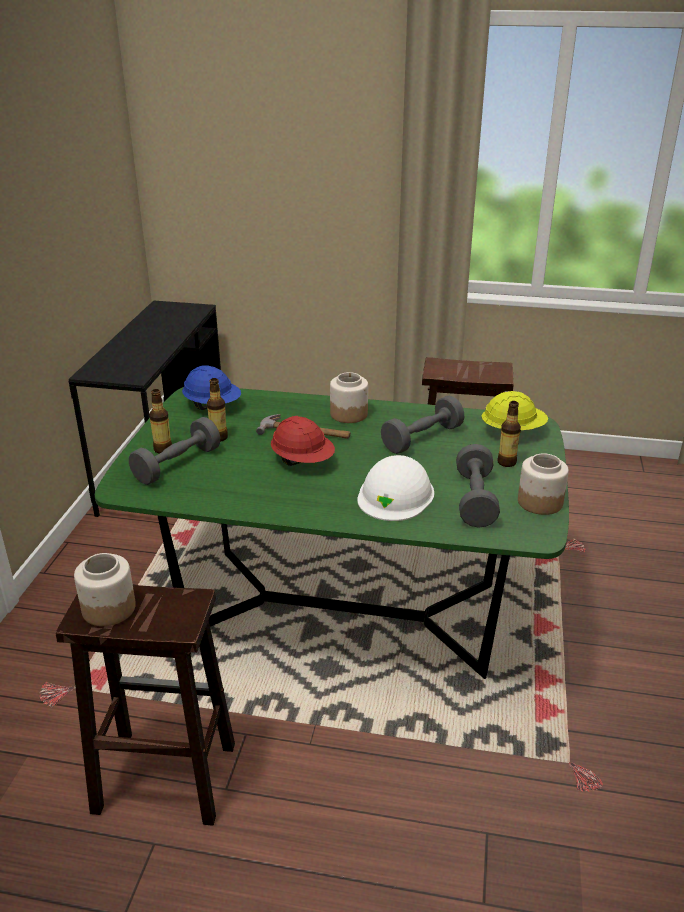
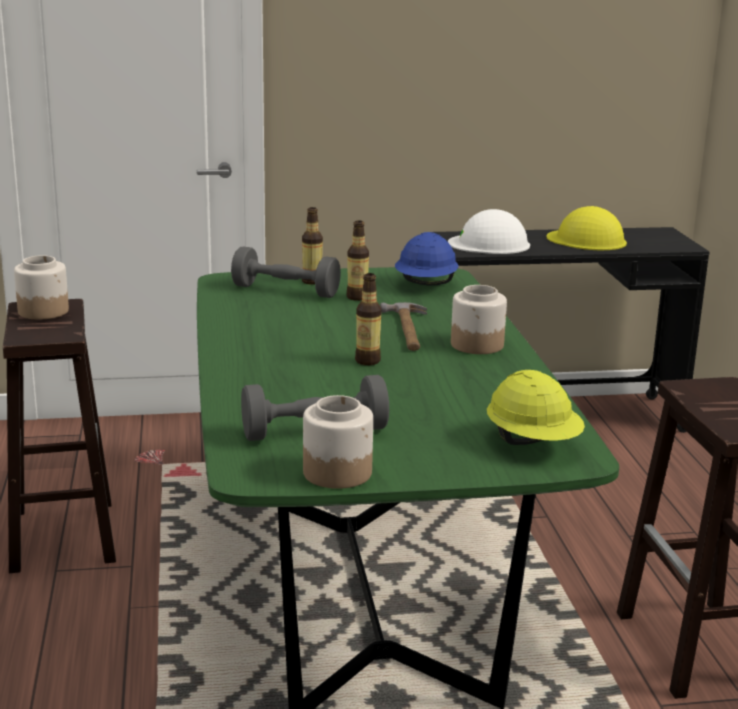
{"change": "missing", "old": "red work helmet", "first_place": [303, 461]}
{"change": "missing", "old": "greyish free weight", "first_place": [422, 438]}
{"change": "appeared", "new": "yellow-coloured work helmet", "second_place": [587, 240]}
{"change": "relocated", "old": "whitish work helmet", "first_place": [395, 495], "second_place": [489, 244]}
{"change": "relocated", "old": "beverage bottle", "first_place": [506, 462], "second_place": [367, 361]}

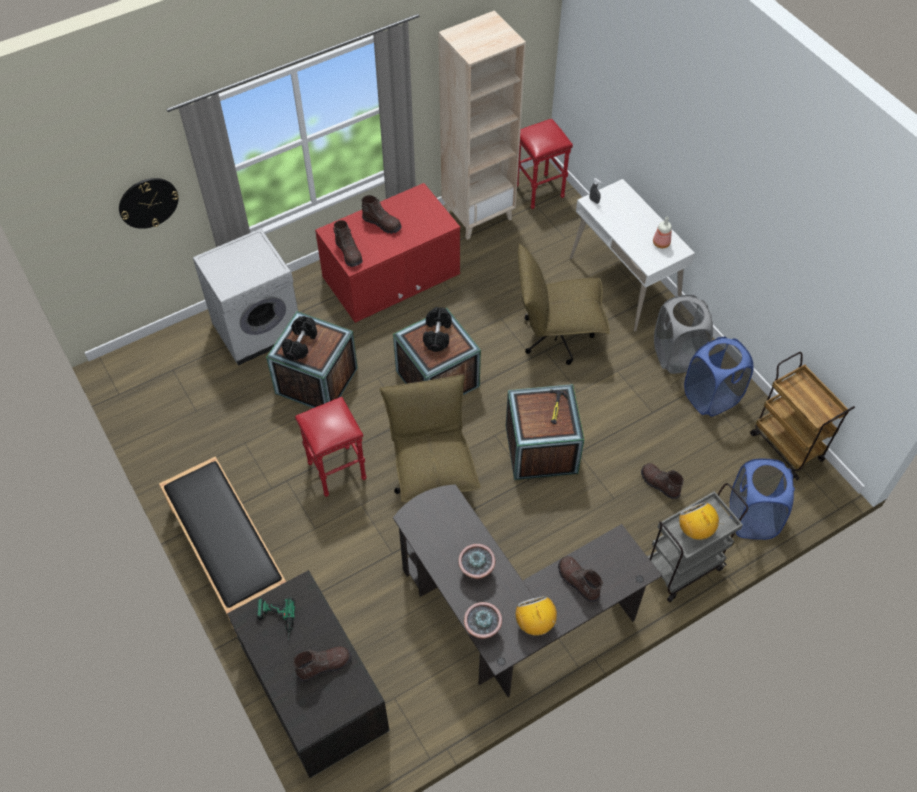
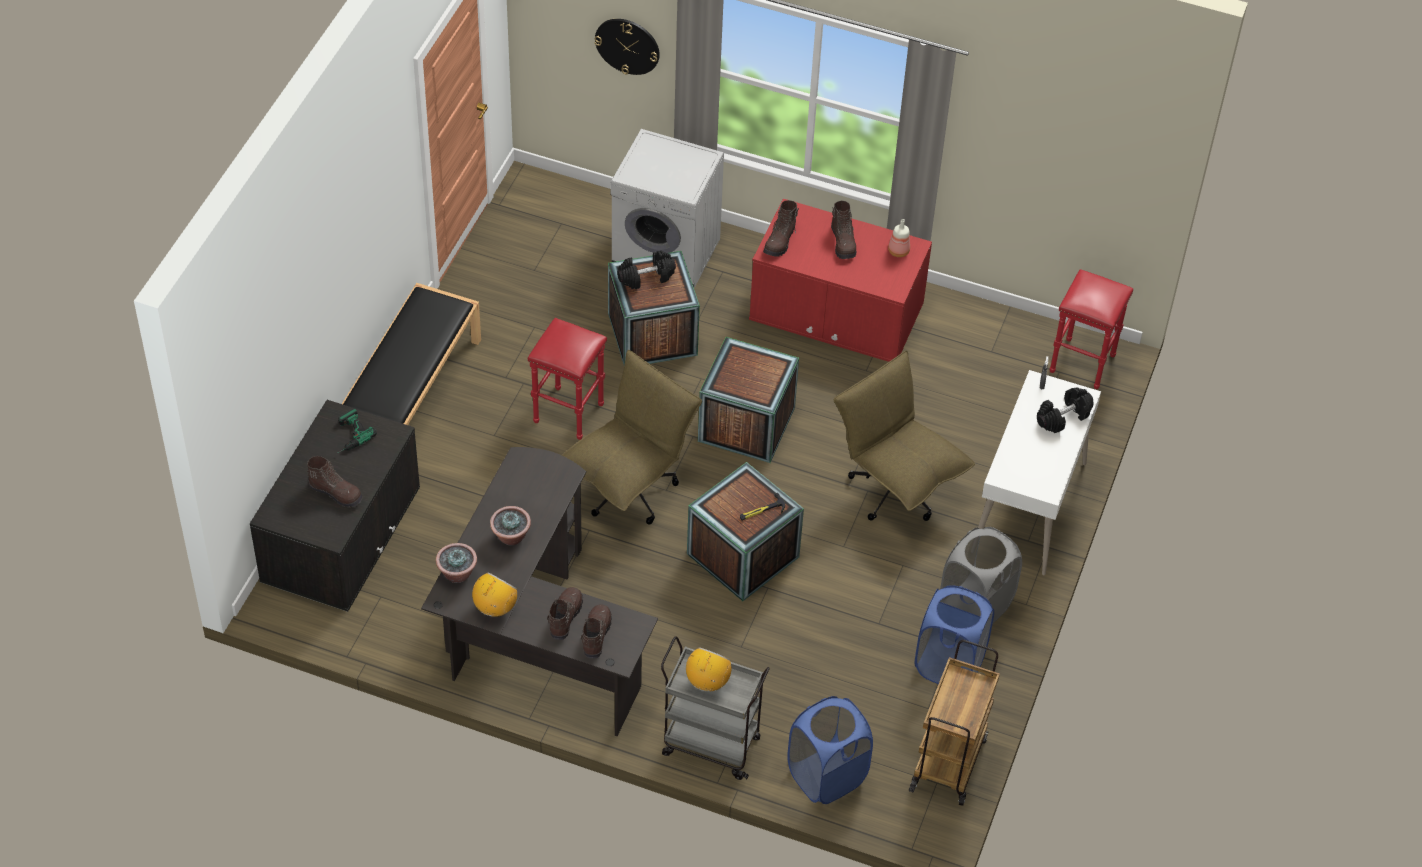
{"change": "missing", "old": "beige bookshelf", "first_place": [478, 215]}
{"change": "relocated", "old": "blackish free weight", "first_place": [437, 335], "second_place": [1063, 417]}
{"change": "relocated", "old": "brown high-top boot", "first_place": [659, 484], "second_place": [595, 635]}
{"change": "relocated", "old": "beverage bottle", "first_place": [661, 244], "second_place": [898, 251]}

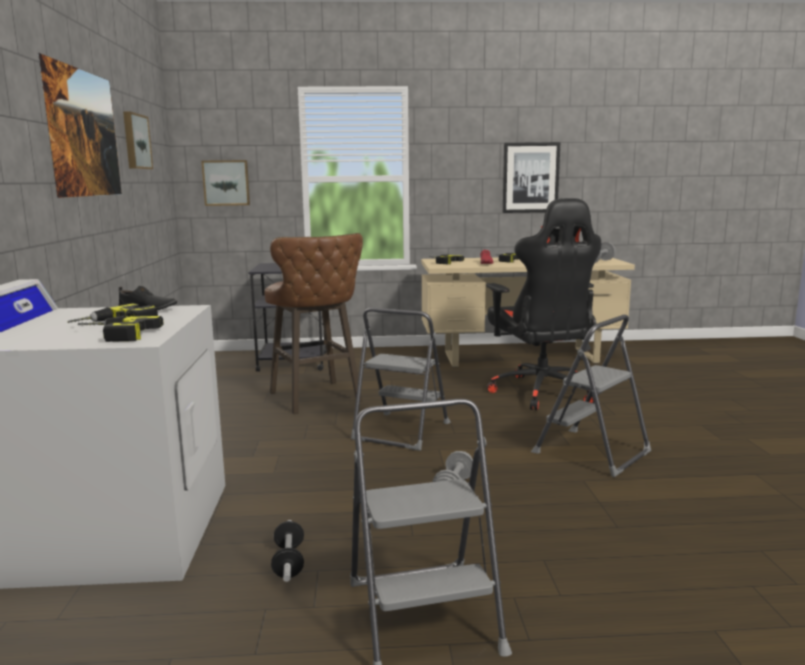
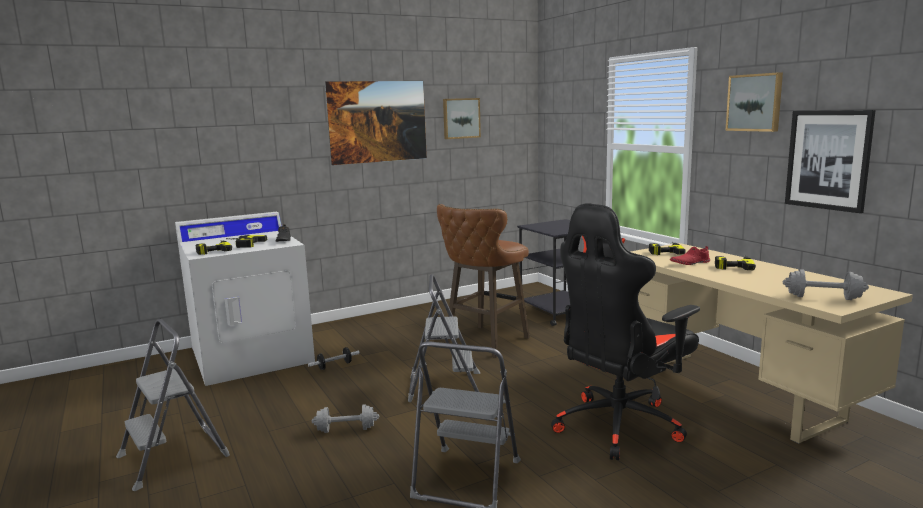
{"change": "relocated", "old": "wall picture", "first_place": [226, 183], "second_place": [755, 102]}
{"change": "relocated", "old": "free weight", "first_place": [289, 562], "second_place": [335, 366]}

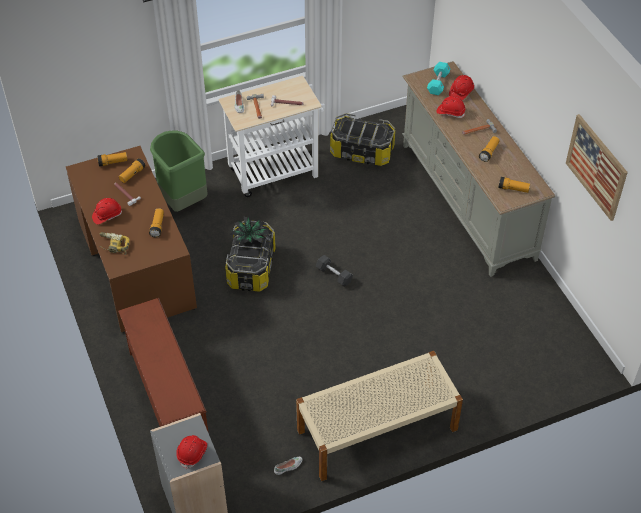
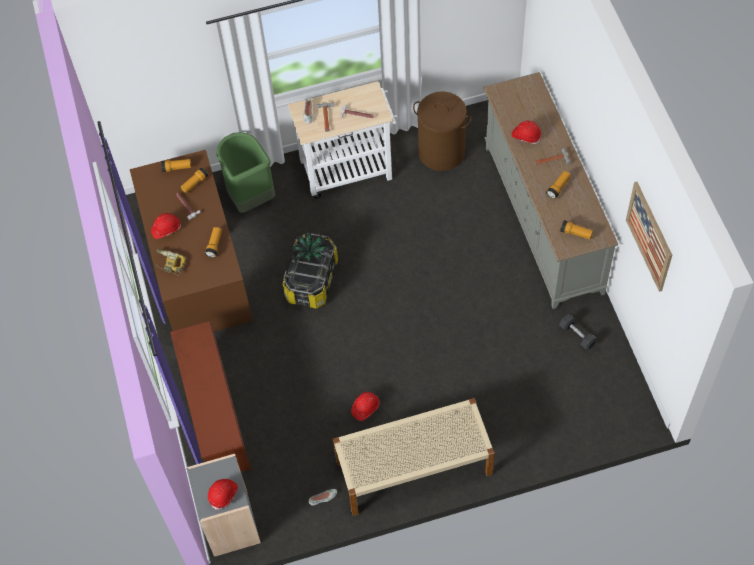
{"change": "missing", "old": "turquoise free weight", "first_place": [438, 83]}
{"change": "relocated", "old": "blackish free weight", "first_place": [334, 275], "second_place": [577, 335]}
{"change": "relocated", "old": "red work helmet", "first_place": [461, 92], "second_place": [365, 408]}
{"change": "exchanged", "old": "storage bin", "new": "brown hamper", "first_place": [362, 151], "second_place": [441, 152]}

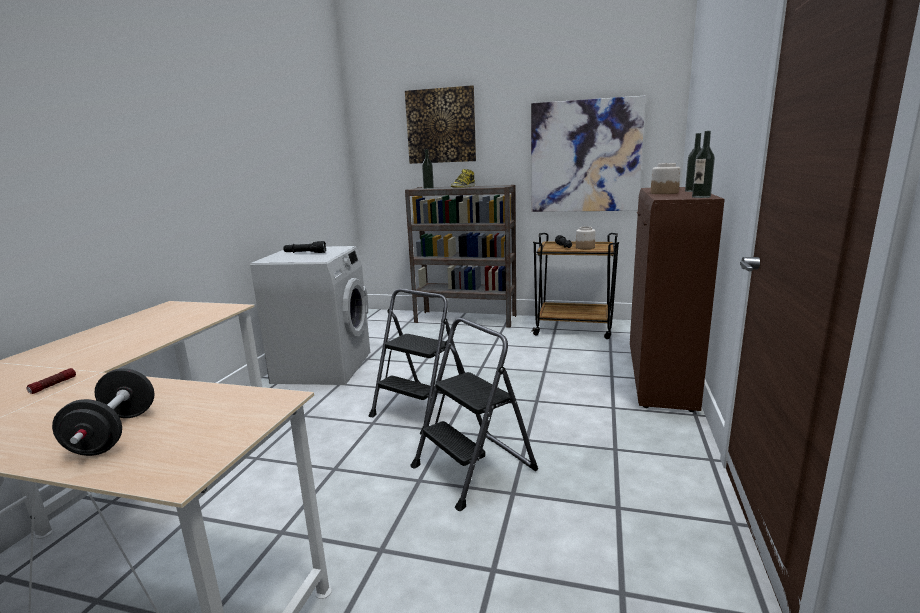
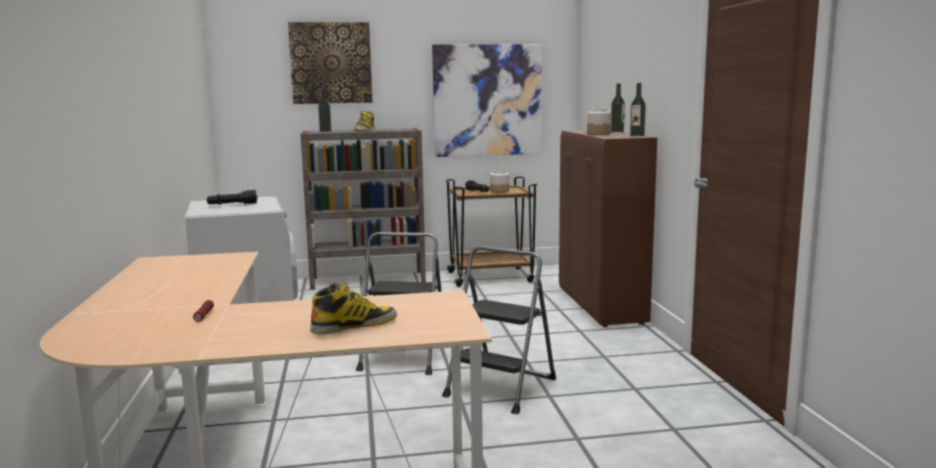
{"change": "exchanged", "old": "blackish free weight", "new": "high-top boot", "first_place": [114, 434], "second_place": [354, 325]}

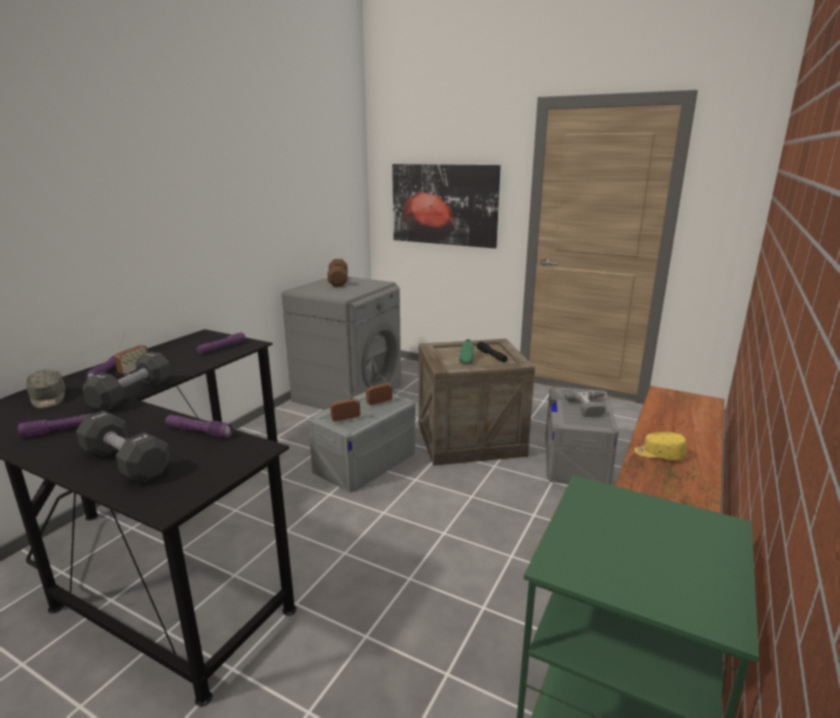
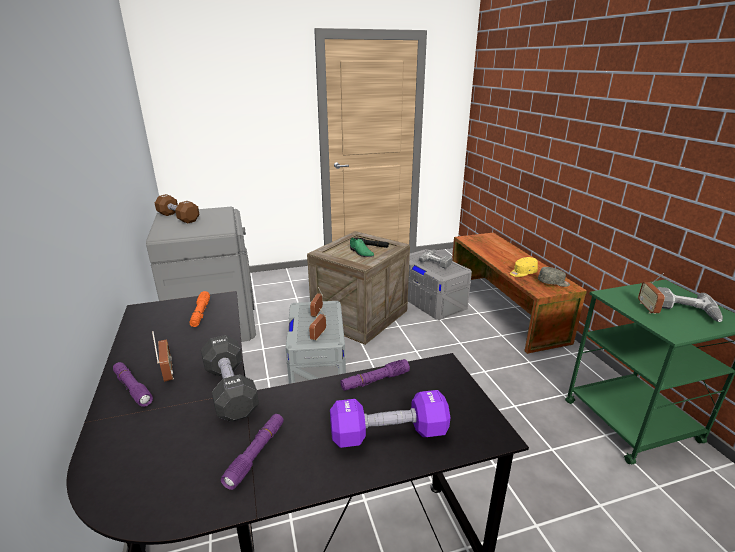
{"change": "missing", "old": "wall picture", "first_place": [444, 205]}
{"change": "appeared", "new": "radio set", "second_place": [647, 308]}
{"change": "appeared", "new": "drill", "second_place": [686, 311]}
{"change": "relocated", "old": "greyish baseball cap", "first_place": [48, 398], "second_place": [553, 283]}
{"change": "colour", "old": "blackish free weight", "new": "purple-coloured free weight", "first_place": [126, 462], "second_place": [388, 434]}
{"change": "colour", "old": "purple-coloured flashlight", "new": "orangey flashlight", "first_place": [221, 347], "second_place": [200, 313]}

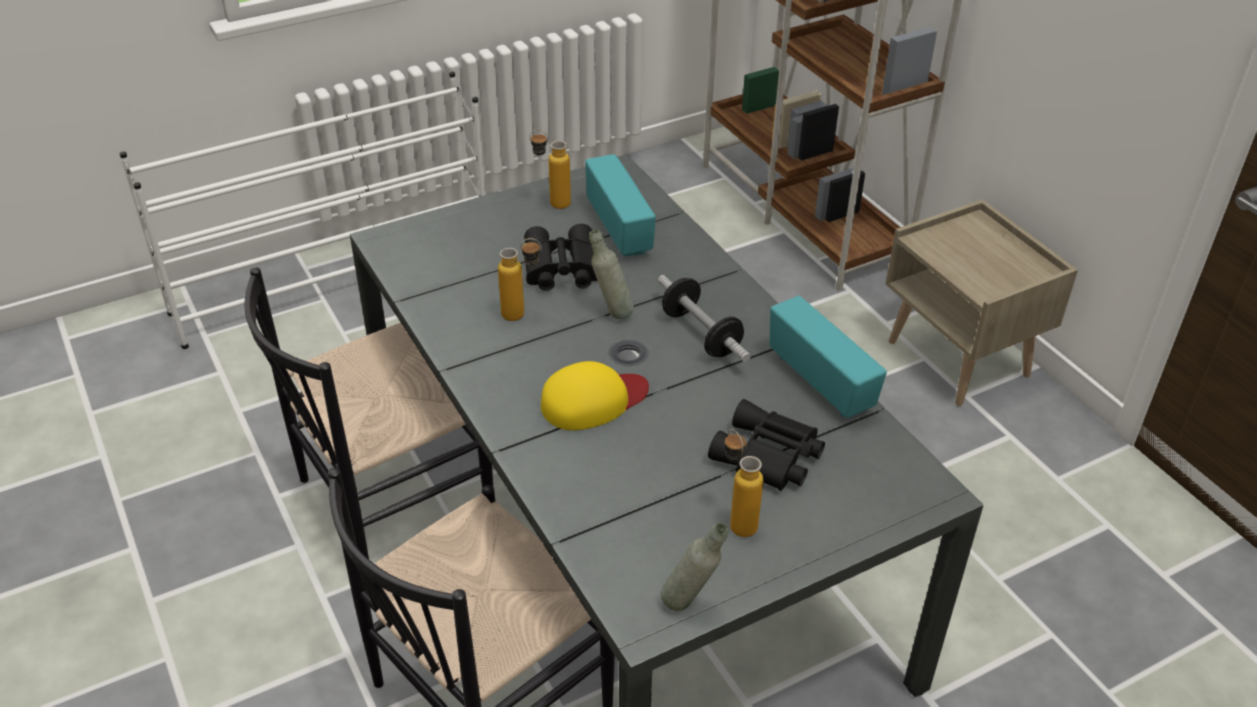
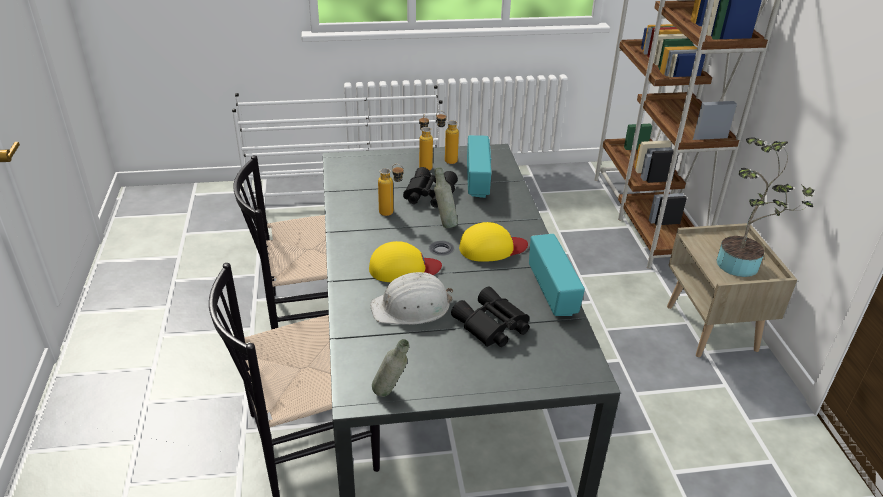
{"change": "appeared", "new": "whitish work helmet", "second_place": [412, 307]}
{"change": "appeared", "new": "houseplant", "second_place": [743, 265]}
{"change": "relocated", "old": "beverage bottle", "first_place": [736, 520], "second_place": [424, 165]}
{"change": "exchanged", "old": "free weight", "new": "yellow-coloured baseball cap", "first_place": [701, 334], "second_place": [492, 248]}

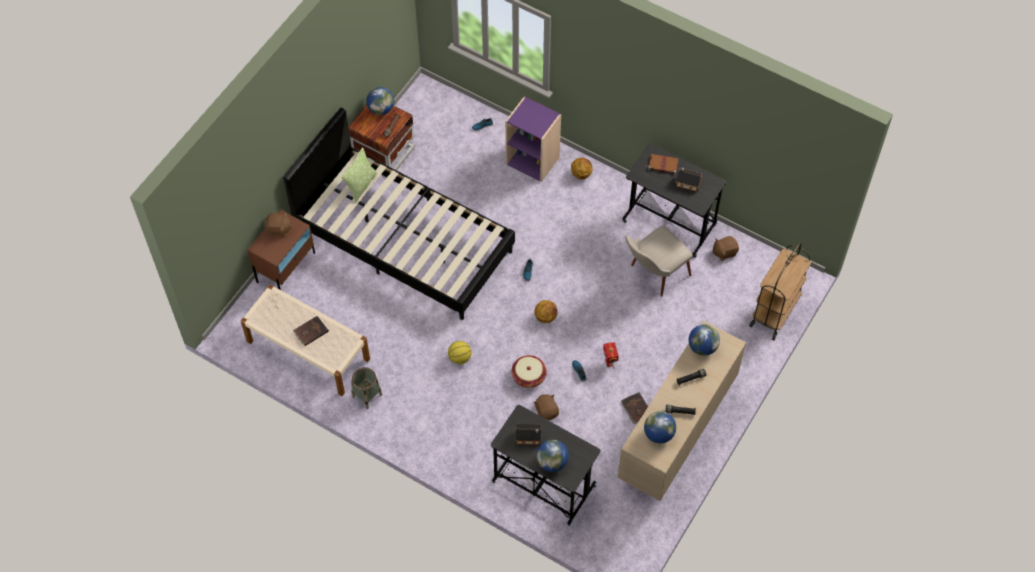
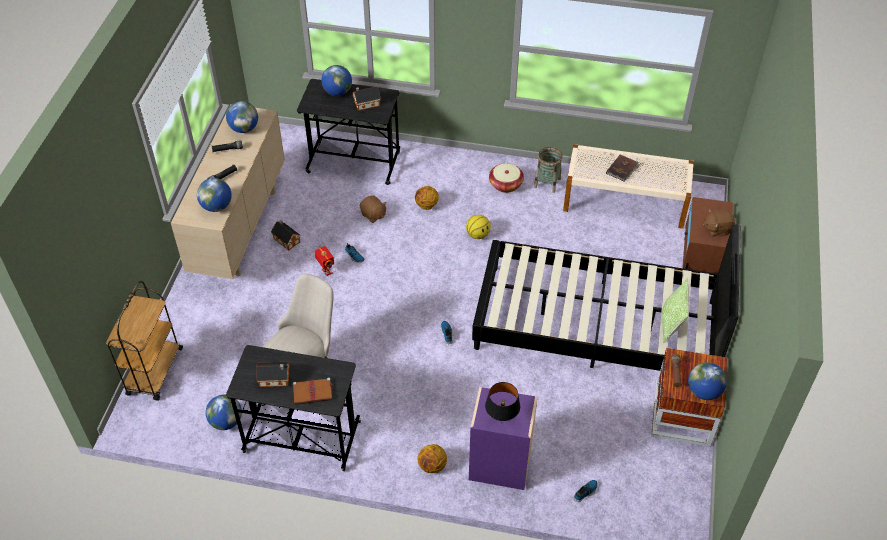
{"change": "appeared", "new": "blackish tabletop lamp", "second_place": [501, 423]}
{"change": "relocated", "old": "household basket", "first_place": [529, 376], "second_place": [505, 184]}
{"change": "relocated", "old": "ball for basketball", "first_place": [546, 316], "second_place": [426, 205]}
{"change": "exchanged", "old": "brown bound book", "new": "toy house", "first_place": [636, 409], "second_place": [286, 239]}
{"change": "exchanged", "old": "brown soft toy", "new": "desk globe", "first_place": [724, 252], "second_place": [226, 421]}

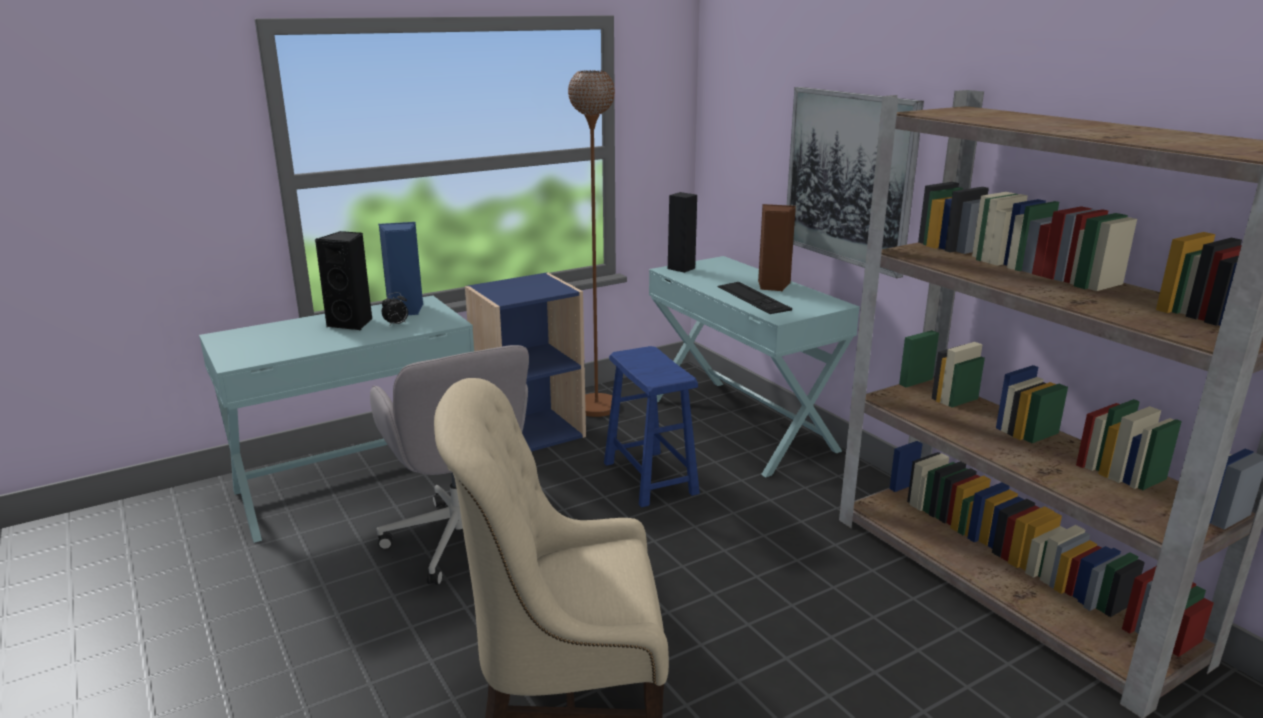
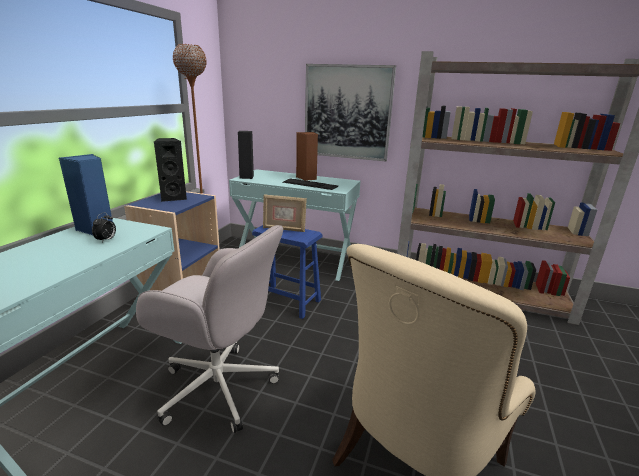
{"change": "appeared", "new": "standing frame", "second_place": [284, 229]}
{"change": "relocated", "old": "blackish loudspeaker", "first_place": [352, 323], "second_place": [173, 198]}

